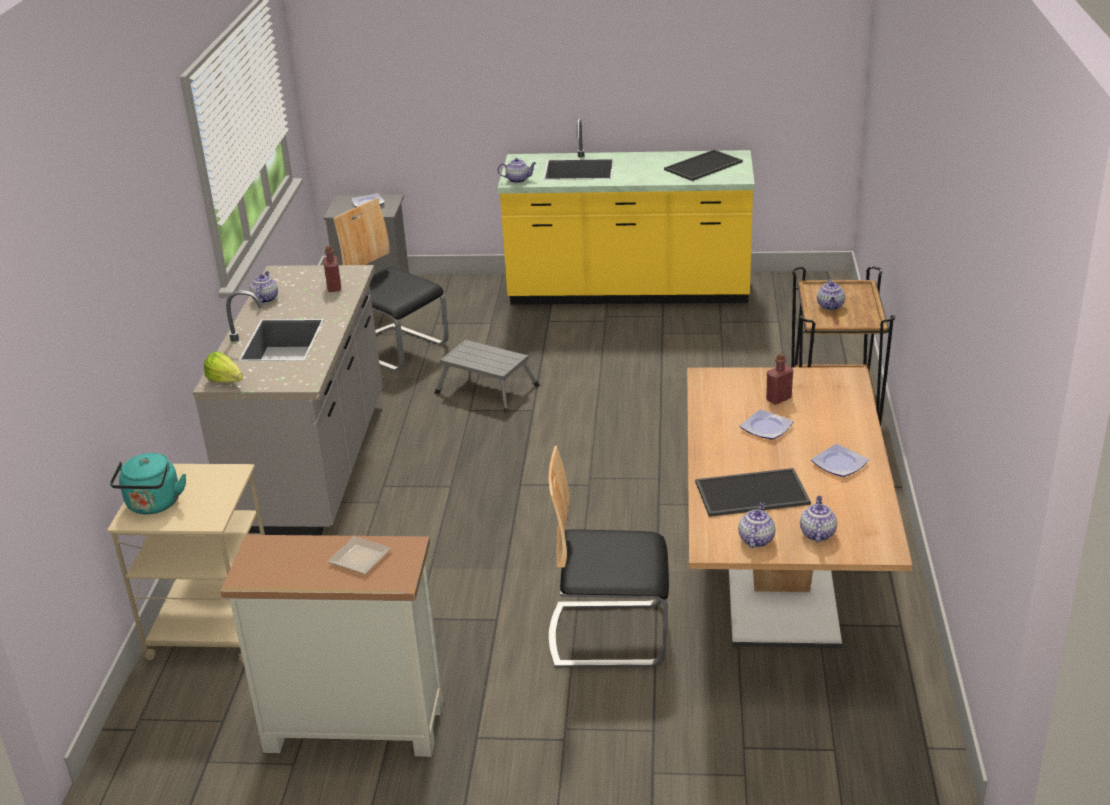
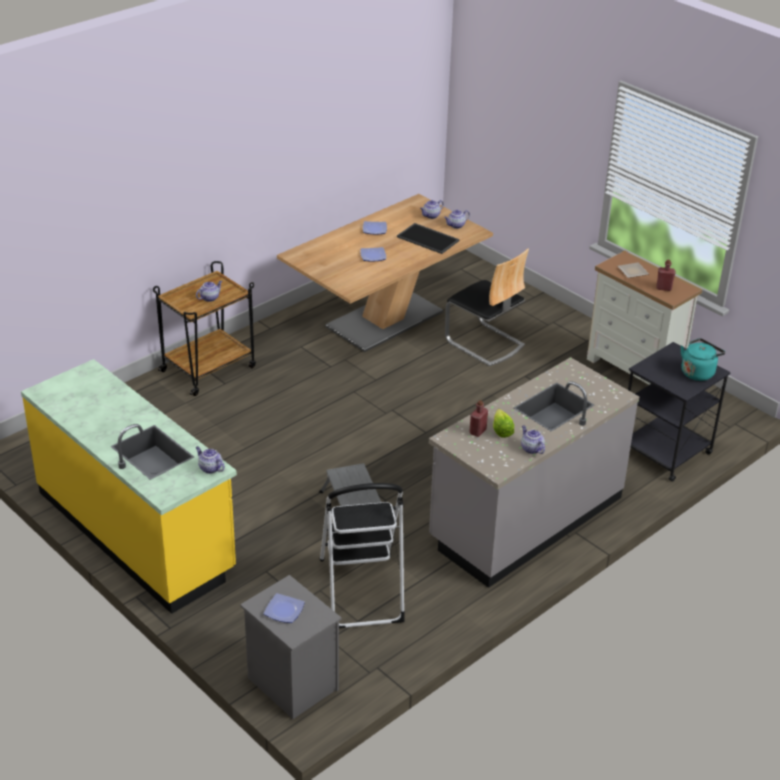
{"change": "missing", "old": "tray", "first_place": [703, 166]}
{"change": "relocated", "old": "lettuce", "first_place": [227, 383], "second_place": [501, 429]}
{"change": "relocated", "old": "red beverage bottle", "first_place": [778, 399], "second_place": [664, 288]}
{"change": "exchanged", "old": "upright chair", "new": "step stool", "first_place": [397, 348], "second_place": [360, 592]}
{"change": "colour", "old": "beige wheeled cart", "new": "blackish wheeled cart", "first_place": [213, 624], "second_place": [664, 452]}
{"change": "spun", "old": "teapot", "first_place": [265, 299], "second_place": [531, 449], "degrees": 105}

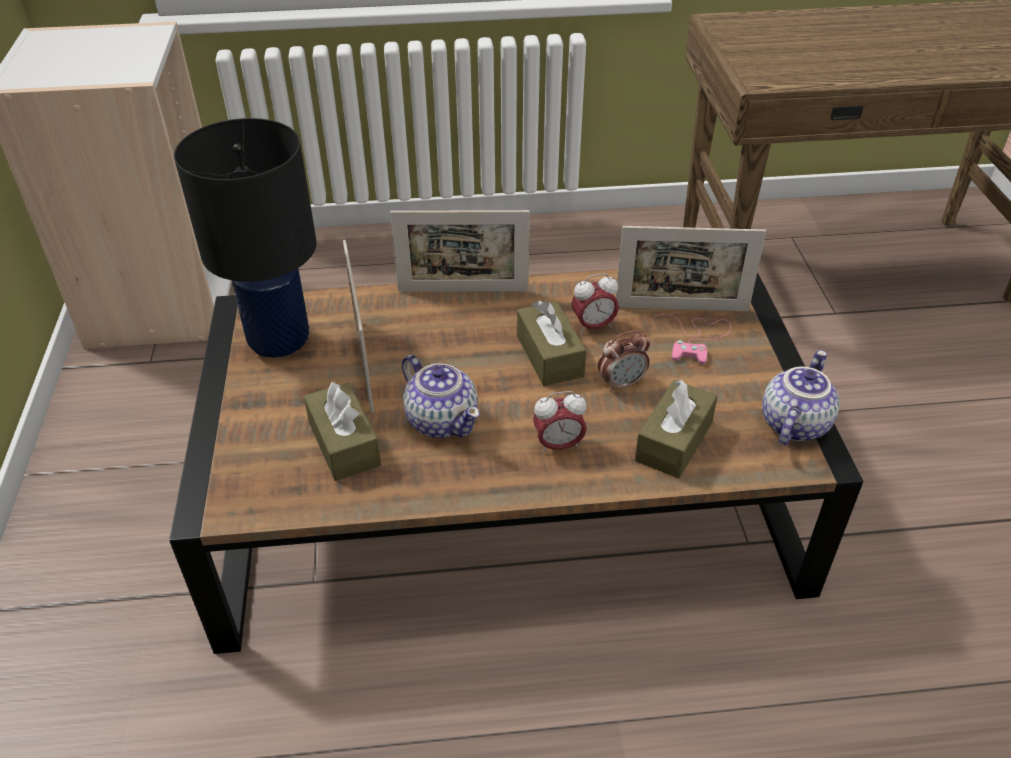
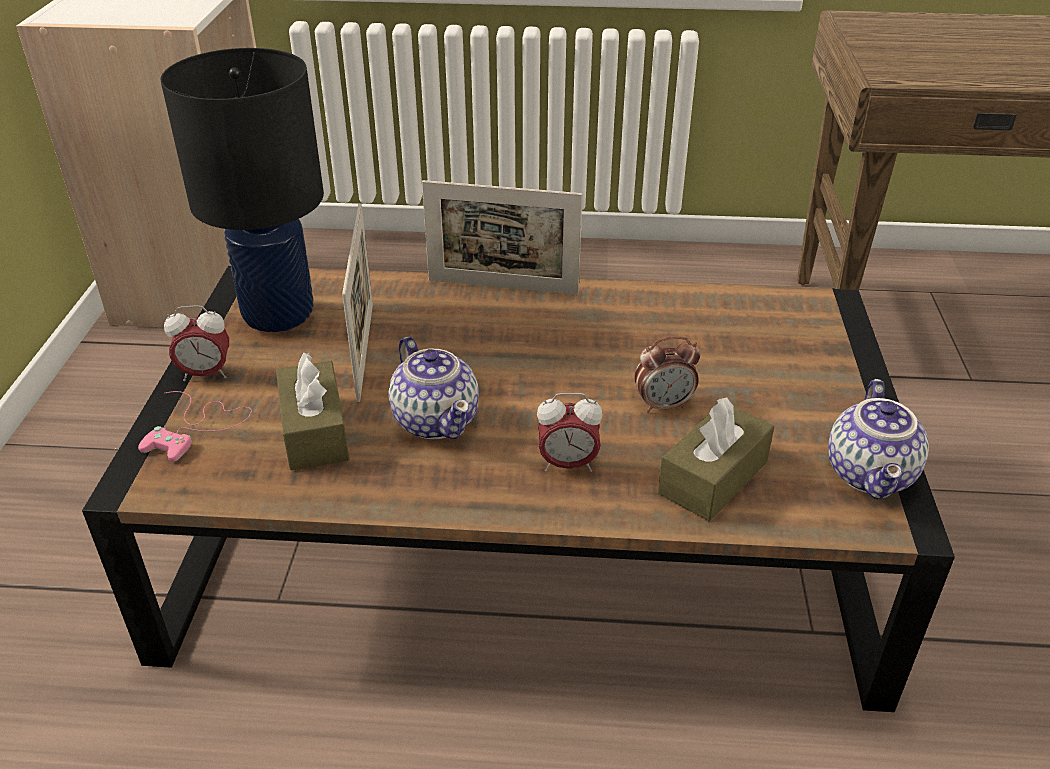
{"change": "missing", "old": "brown tissue holder", "first_place": [549, 356]}
{"change": "missing", "old": "standing frame", "first_place": [681, 308]}
{"change": "relocated", "old": "table clock", "first_place": [593, 326], "second_place": [206, 374]}
{"change": "relocated", "old": "pink game controller", "first_place": [696, 338], "second_place": [197, 427]}
{"change": "spun", "old": "teapot", "first_place": [792, 423], "second_place": [872, 475], "degrees": 150}

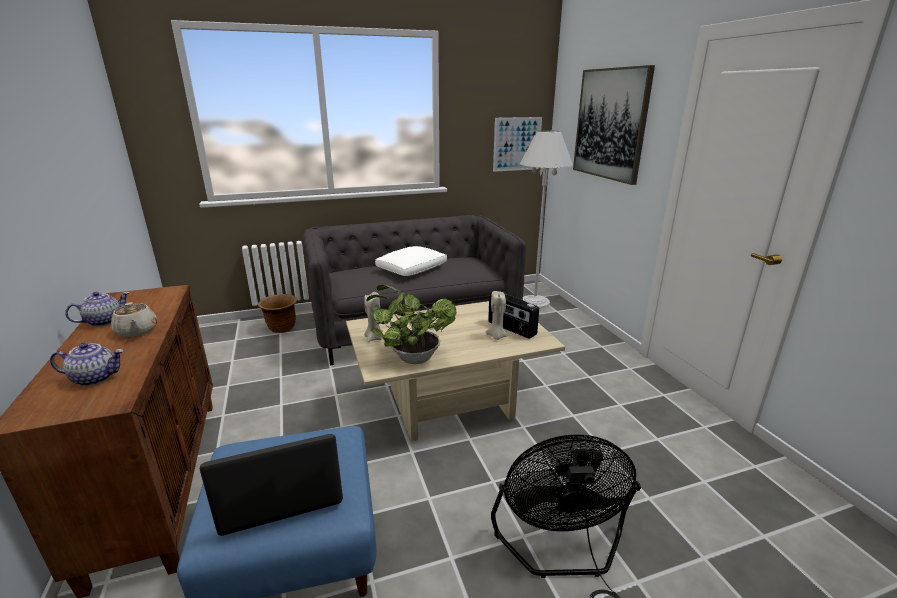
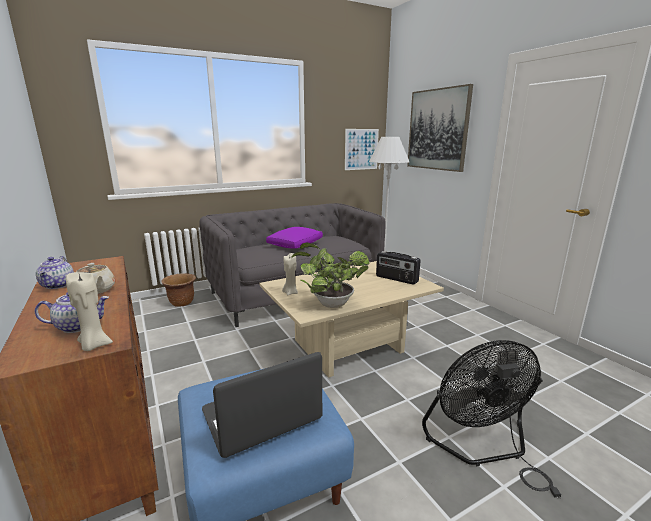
{"change": "relocated", "old": "beige wax candle", "first_place": [496, 336], "second_place": [94, 345]}
{"change": "colour", "old": "whitish pillow", "new": "purple-coloured pillow", "first_place": [412, 269], "second_place": [295, 245]}
{"change": "spun", "old": "teapot", "first_place": [104, 321], "second_place": [58, 285], "degrees": 135}

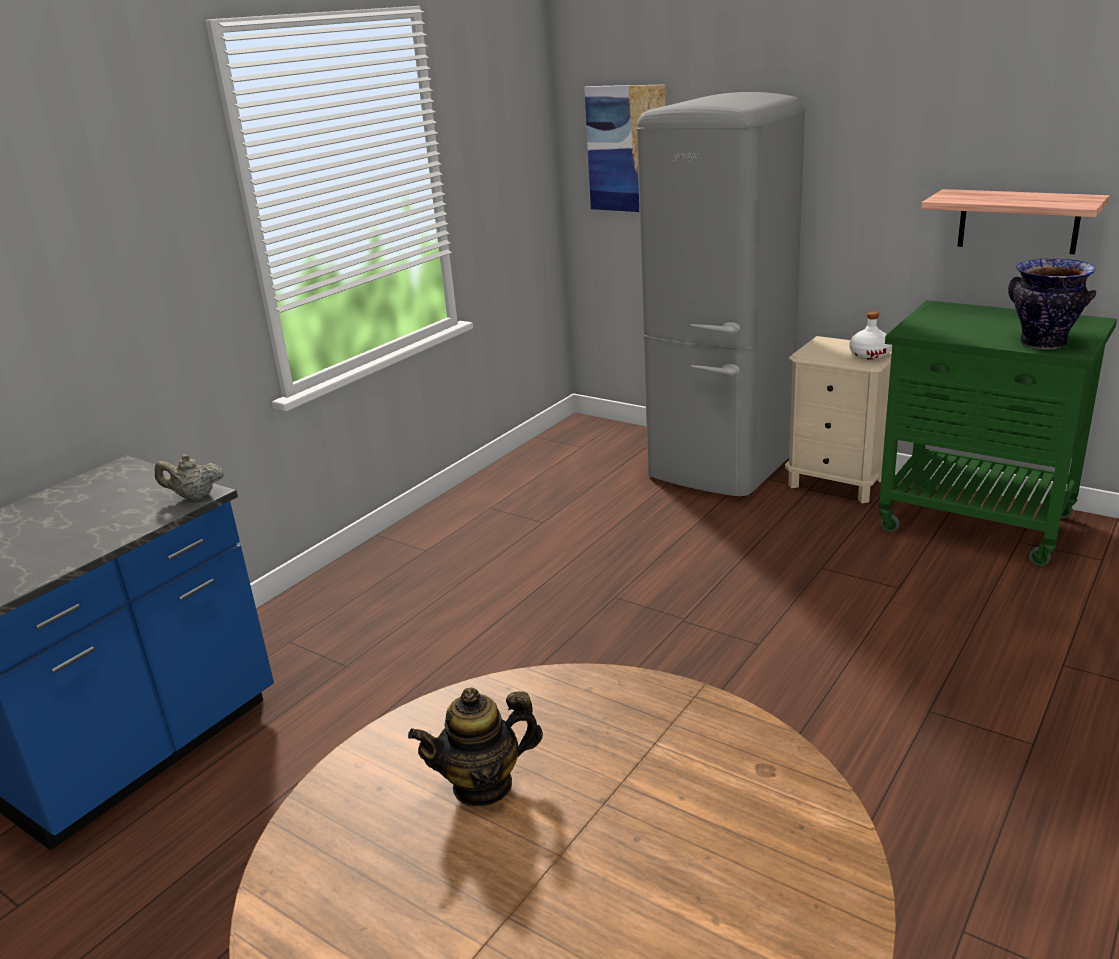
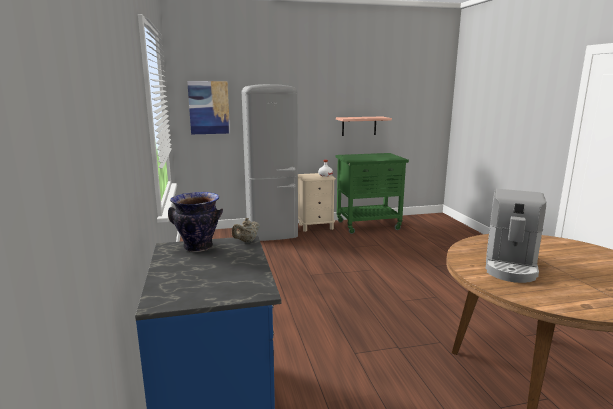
{"change": "relocated", "old": "vase", "first_place": [1042, 344], "second_place": [198, 247]}
{"change": "exchanged", "old": "teapot", "new": "coffee machine", "first_place": [483, 785], "second_place": [510, 266]}

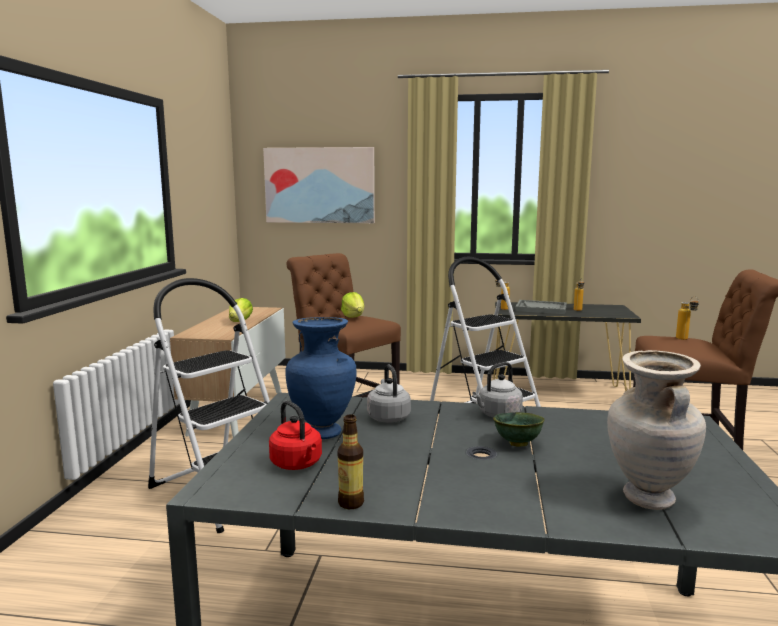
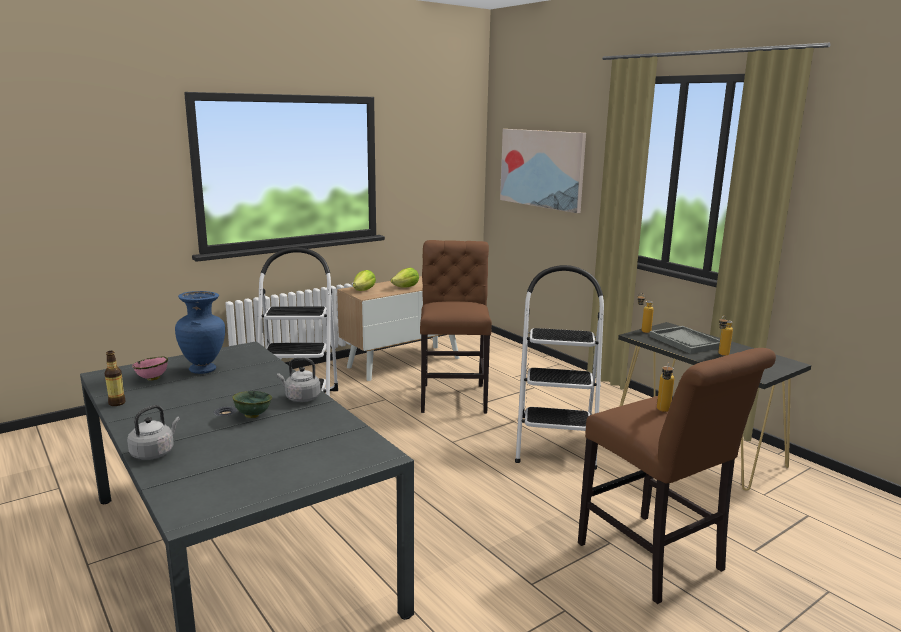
{"change": "missing", "old": "beige vase", "first_place": [647, 499]}
{"change": "relocated", "old": "lettuce", "first_place": [353, 317], "second_place": [364, 290]}
{"change": "relocated", "old": "greyish water kettle", "first_place": [388, 417], "second_place": [154, 452]}
{"change": "exchanged", "old": "red water kettle", "new": "pink serving bowl", "first_place": [297, 464], "second_place": [152, 379]}

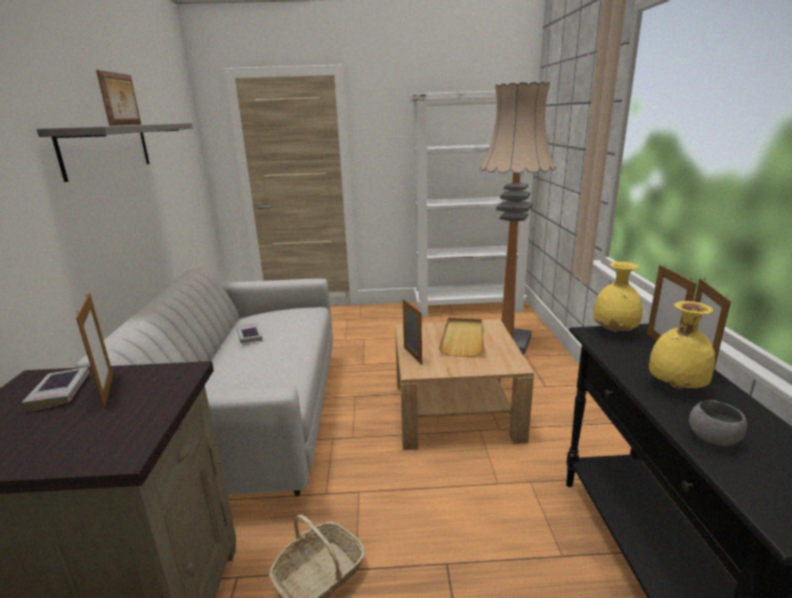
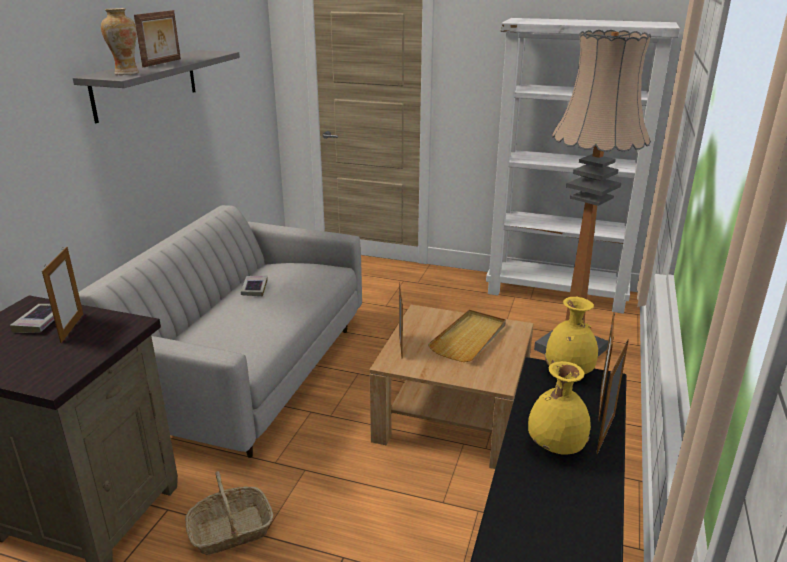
{"change": "missing", "old": "greyish serving bowl", "first_place": [713, 439]}
{"change": "appeared", "new": "vase", "second_place": [126, 73]}

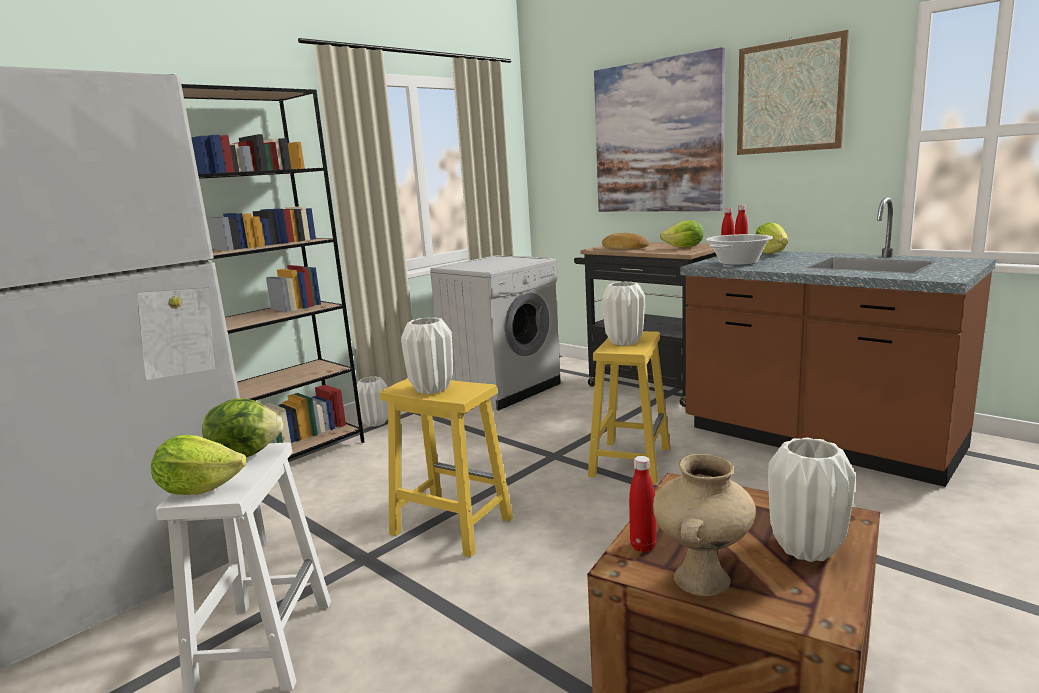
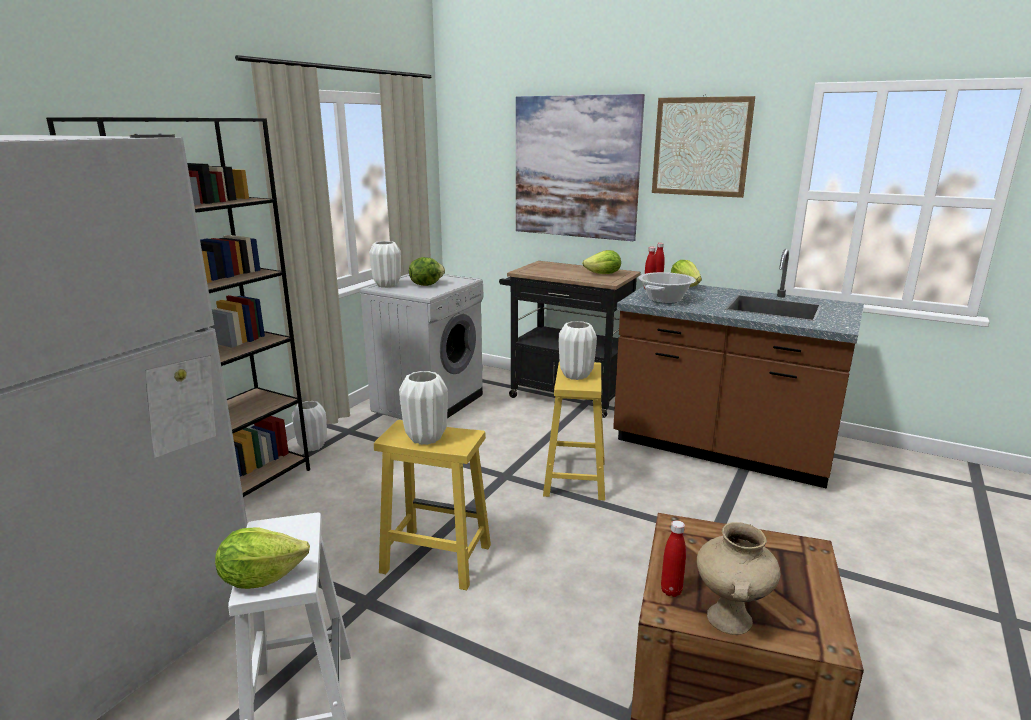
{"change": "missing", "old": "bread", "first_place": [624, 248]}
{"change": "relocated", "old": "lettuce", "first_place": [246, 453], "second_place": [426, 284]}
{"change": "relocated", "old": "whitish vase", "first_place": [807, 548], "second_place": [387, 285]}

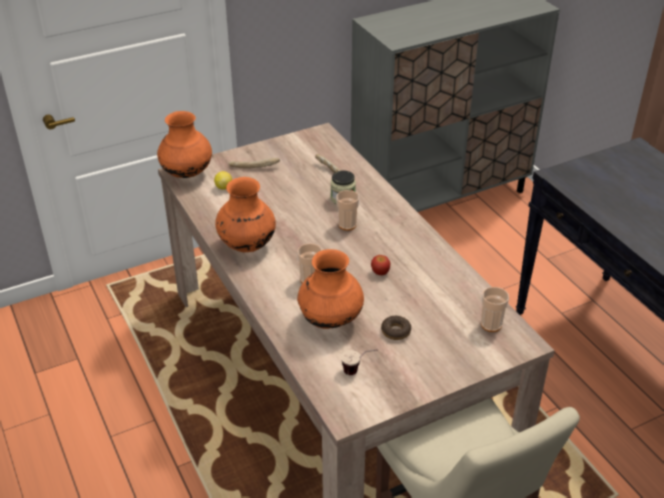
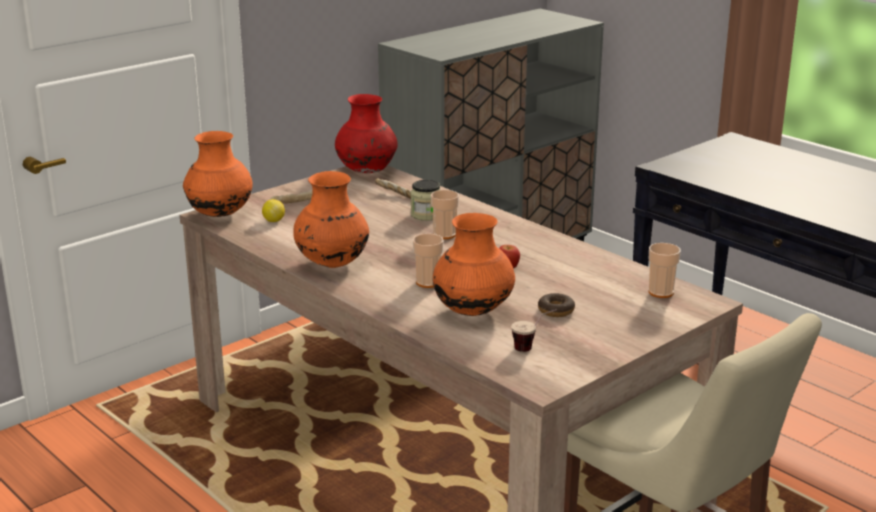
{"change": "appeared", "new": "red vase", "second_place": [366, 171]}

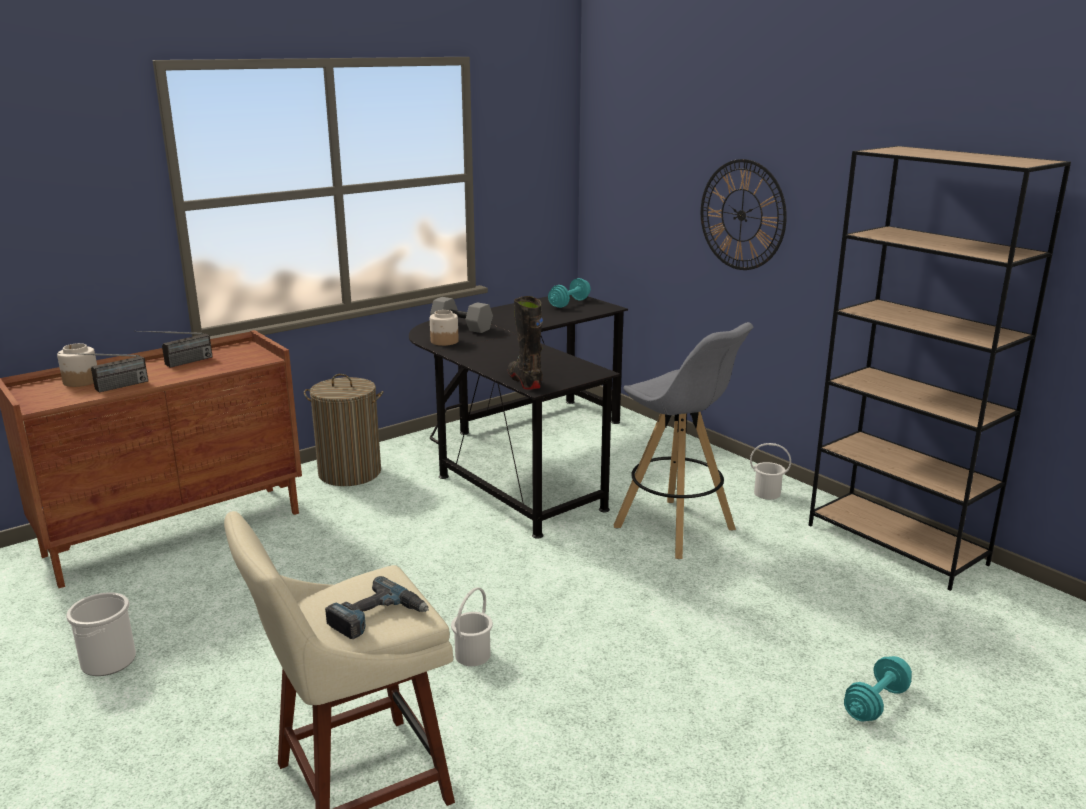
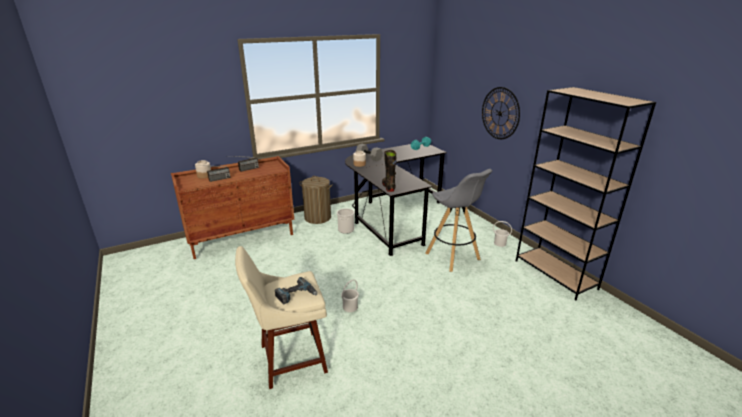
{"change": "missing", "old": "turquoise free weight", "first_place": [876, 703]}
{"change": "relocated", "old": "water bucket", "first_place": [108, 661], "second_place": [346, 229]}

